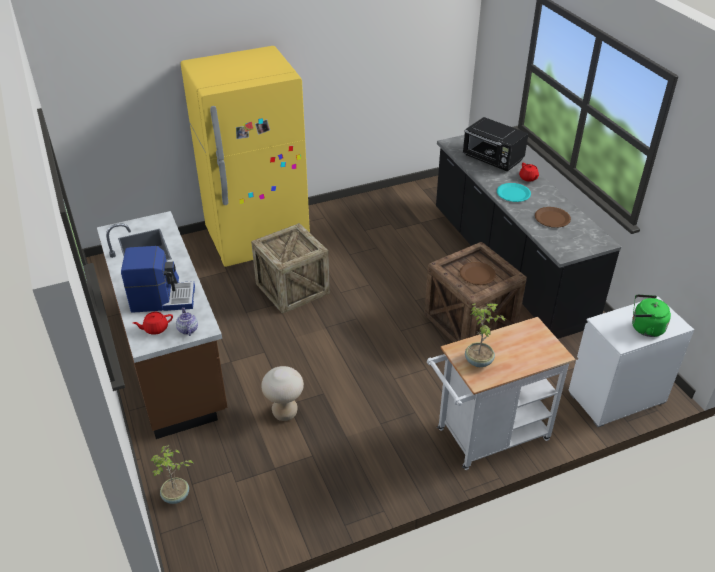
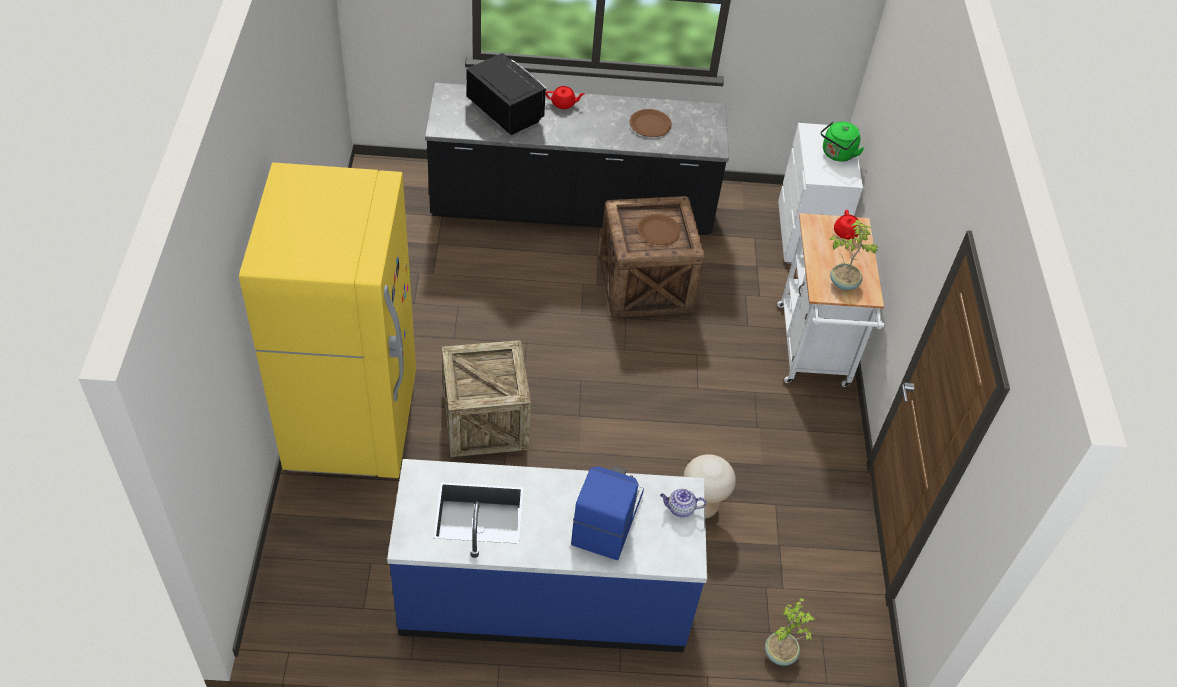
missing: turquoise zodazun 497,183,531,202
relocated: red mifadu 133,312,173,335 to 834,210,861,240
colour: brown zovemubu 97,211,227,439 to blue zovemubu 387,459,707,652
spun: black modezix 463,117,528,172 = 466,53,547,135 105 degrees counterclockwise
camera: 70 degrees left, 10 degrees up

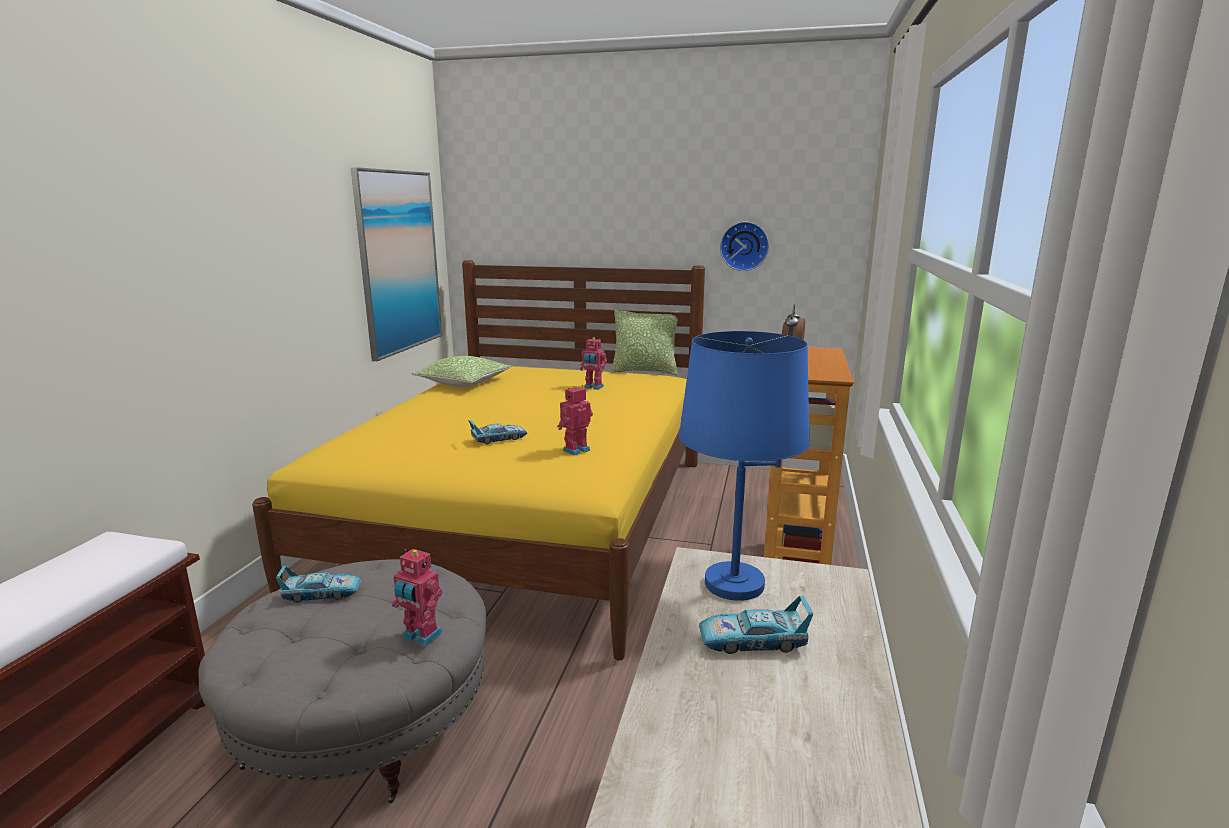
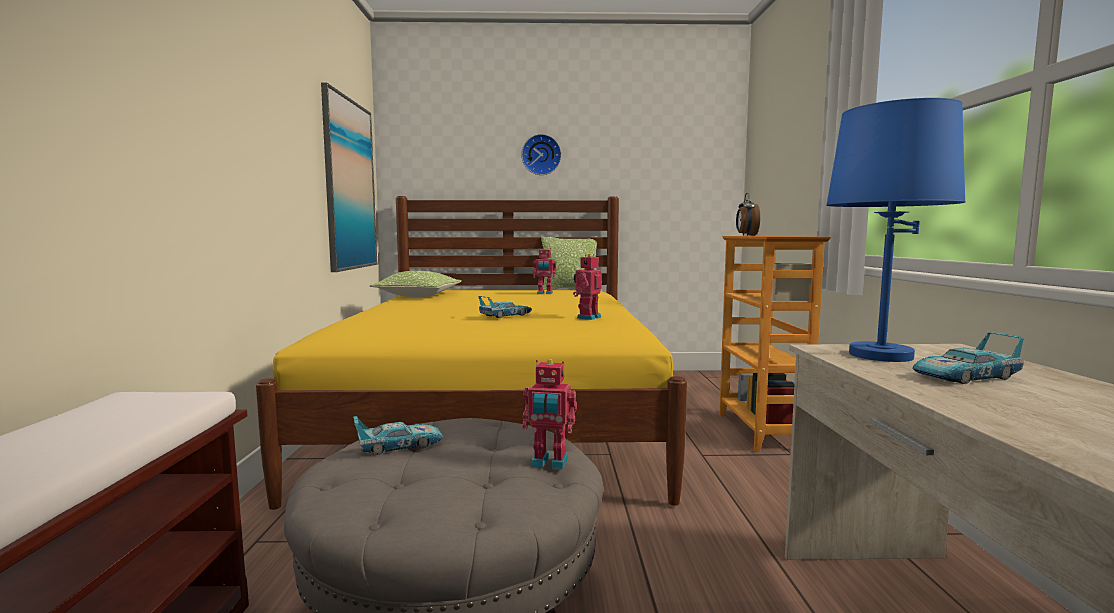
relocated: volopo 720,222,769,271 to 521,134,562,175
camera: 15 degrees left, 10 degrees down

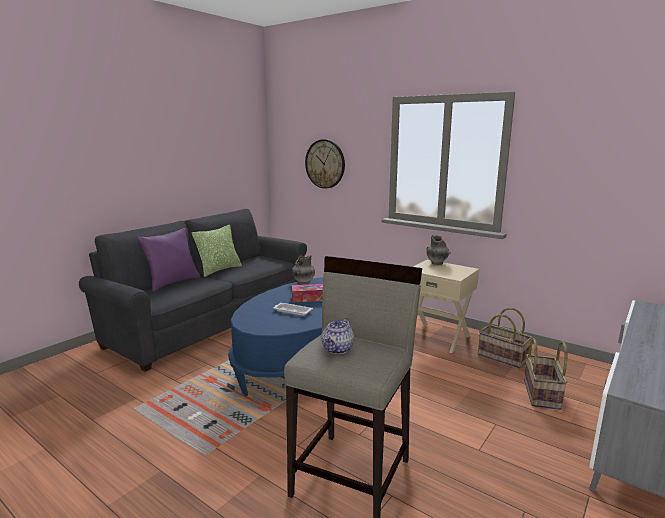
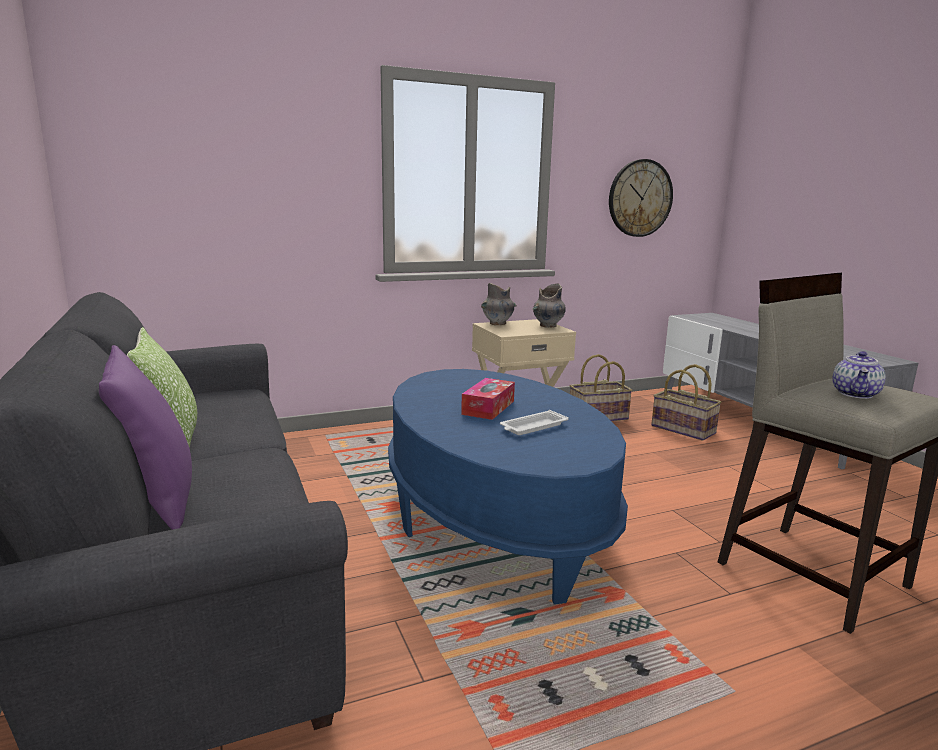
relocated: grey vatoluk 292,255,315,285 to 532,283,566,328; volopo 305,139,345,189 to 609,159,673,237
spun: mifadu 322,318,354,354 = 832,351,886,399 60 degrees clockwise
camera: 60 degrees left, 0 degrees up

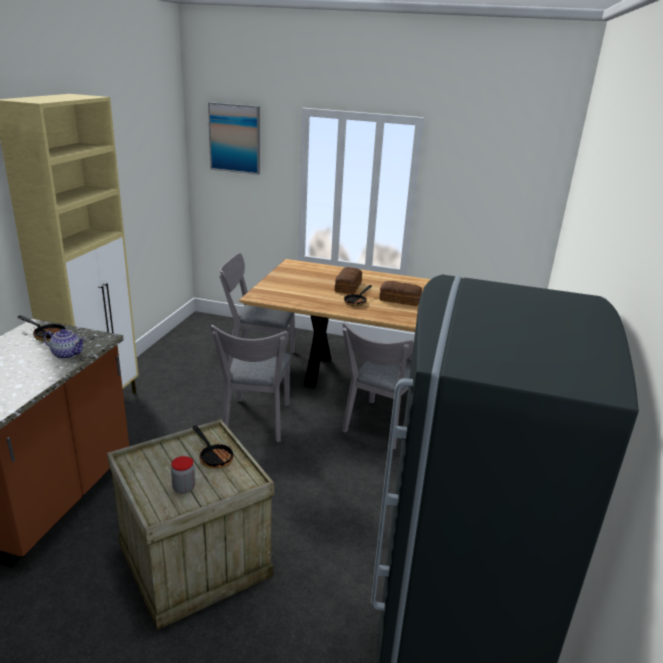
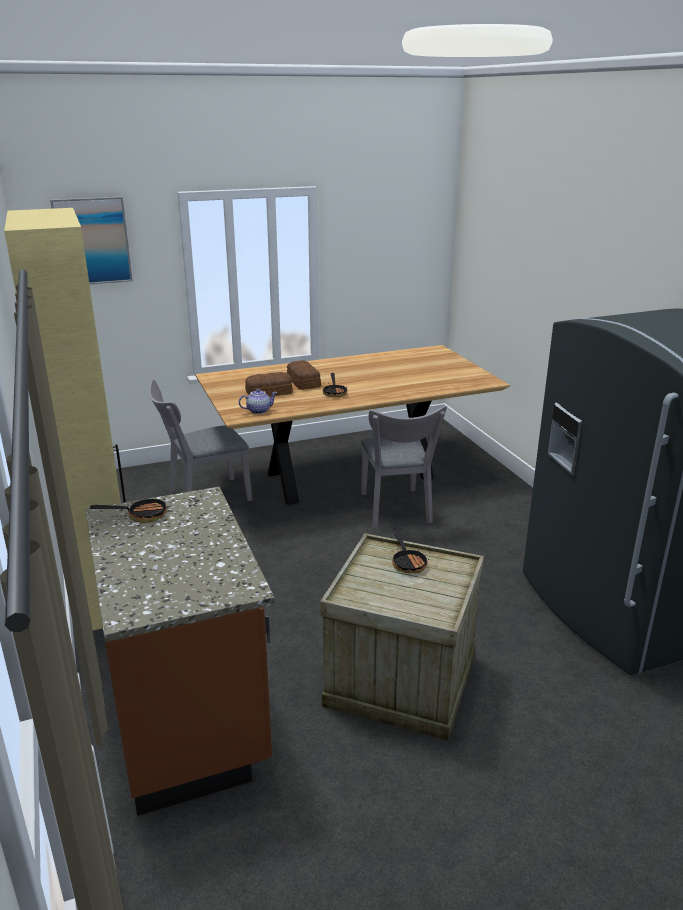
missing: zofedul 171,456,195,494; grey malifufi 211,325,291,442
relocated: mifadu 43,329,86,359 to 239,389,277,414; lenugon 379,281,422,306 to 245,372,293,397
spun: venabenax 193,426,235,469 = 392,528,429,573 60 degrees clockwise
camera: 35 degrees left, 0 degrees up

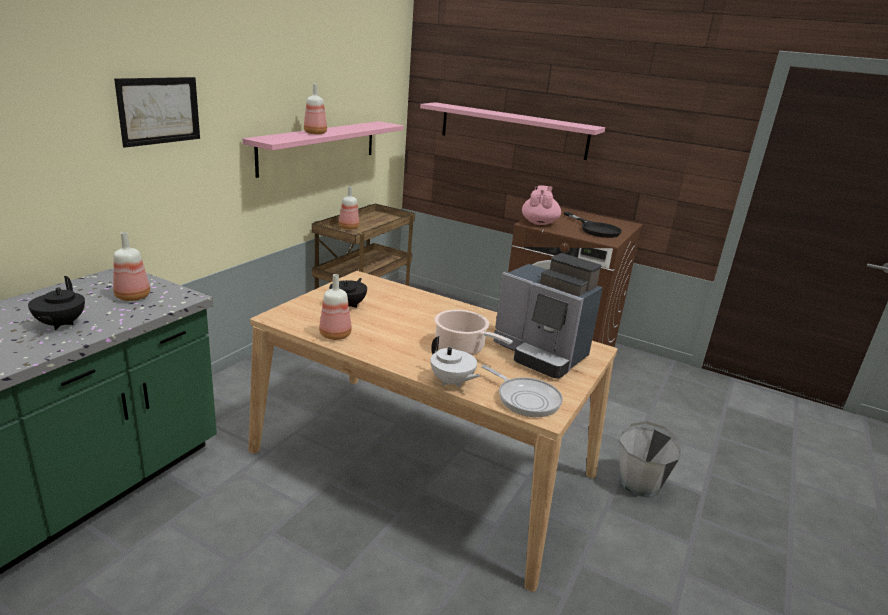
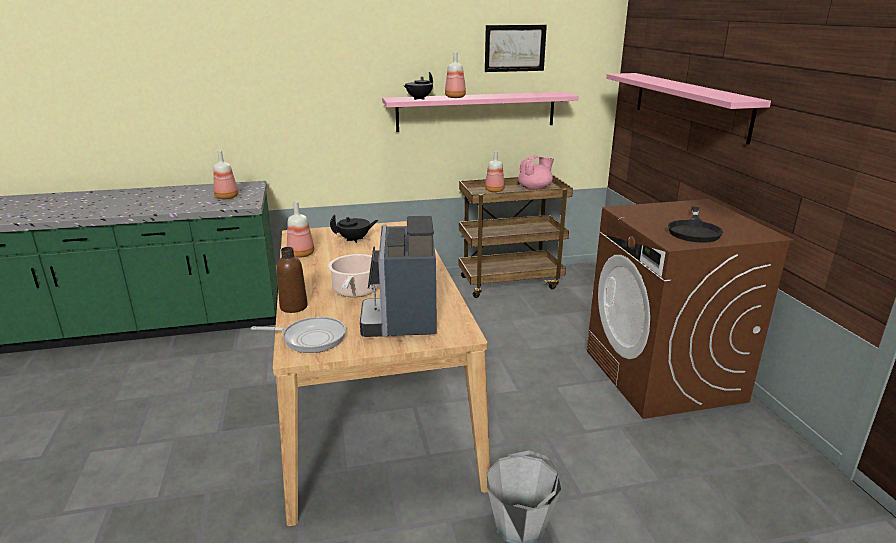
relocated: black mifadu 28,276,85,330 to 404,72,433,100; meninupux 114,77,200,148 to 485,25,547,72; pink mifadu 522,186,561,225 to 518,155,554,190
exchanged: white mifadu 431,336,480,387 to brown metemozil 276,247,308,313
spun: venabenax 481,365,563,417 = 251,317,346,353 90 degrees counterclockwise
camera: 50 degrees right, 0 degrees up

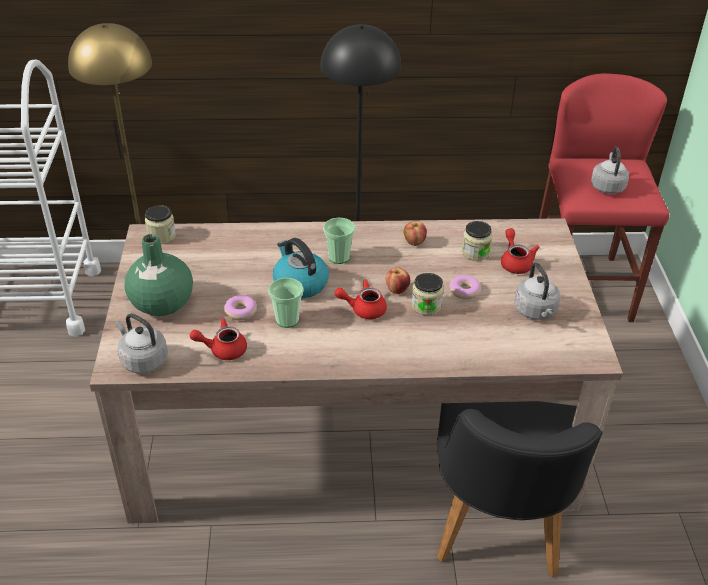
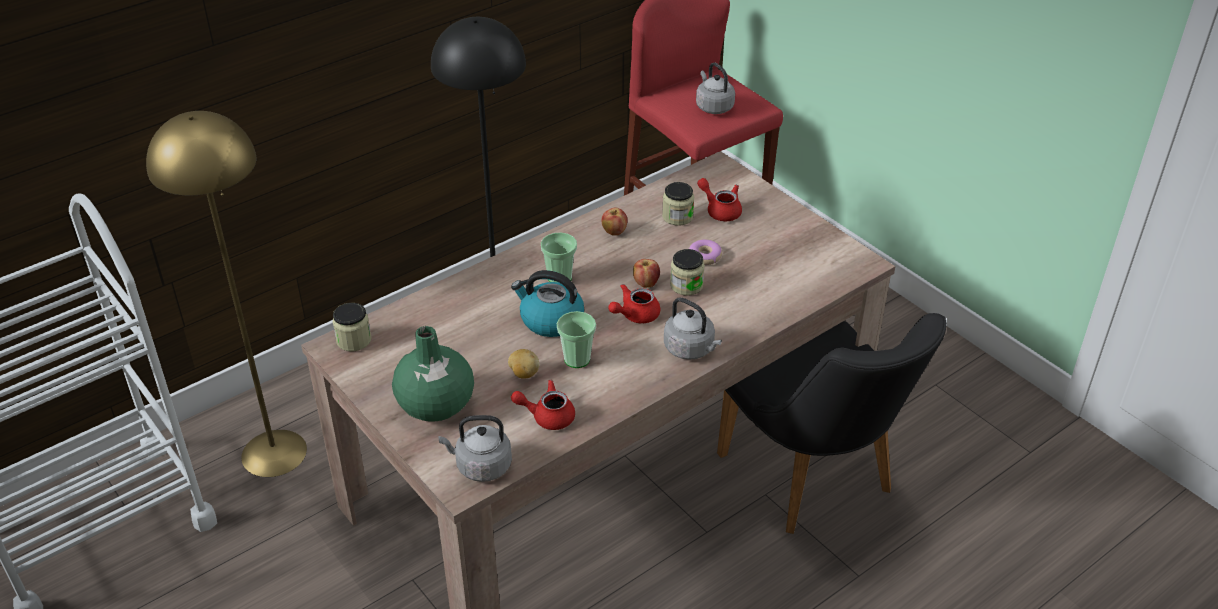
relocated: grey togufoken 514,262,560,320 to 664,297,722,360
exchanged: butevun 224,295,257,320 to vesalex 508,349,540,379
spun: red mifadu 190,318,247,360 = 511,380,575,430 45 degrees clockwise
camera: 35 degrees left, 0 degrees up

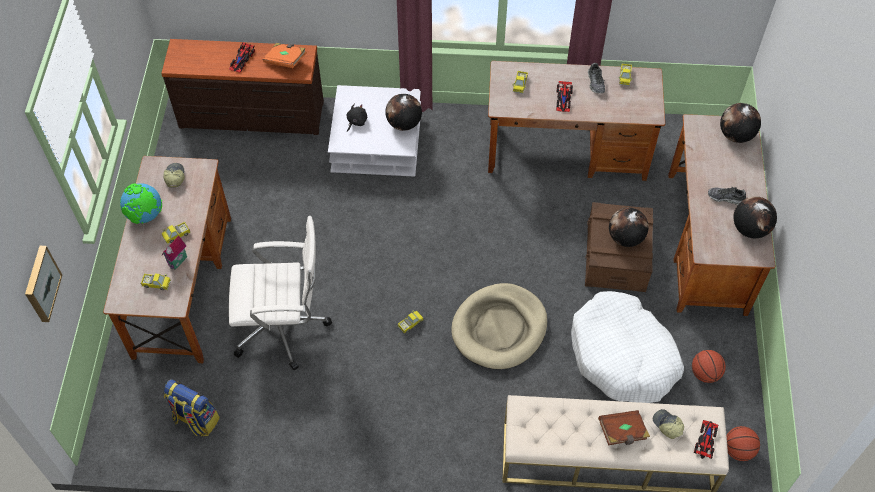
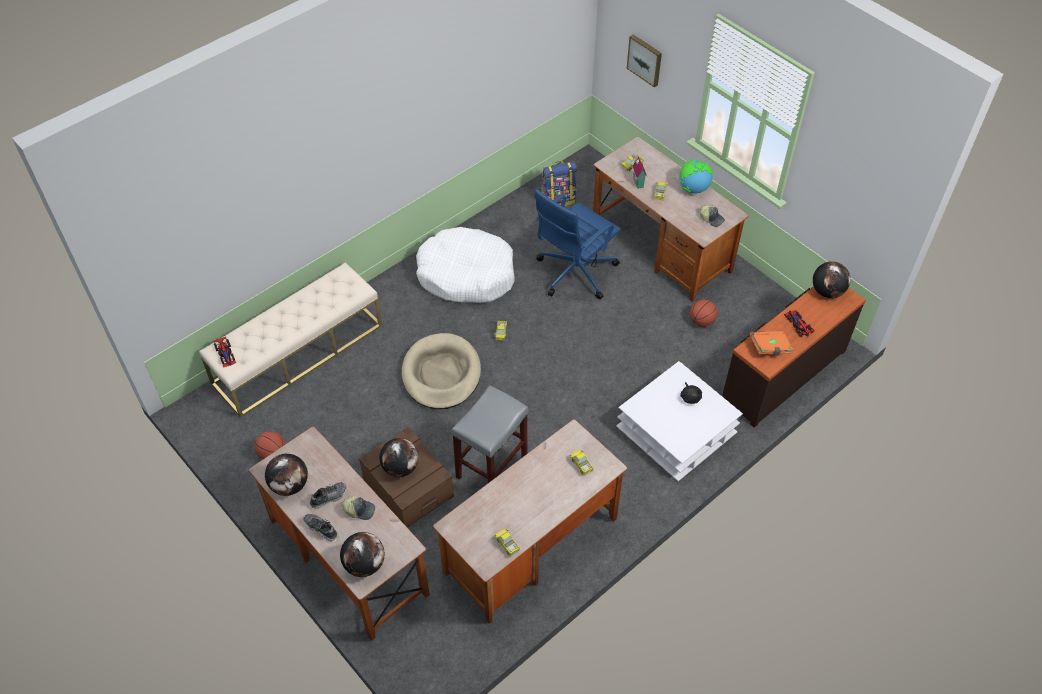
missing: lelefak 556,81,573,112; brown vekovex 598,410,650,445
appeared: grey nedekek 451,385,528,483
relocated: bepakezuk 588,63,605,93 to 303,514,338,541; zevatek 653,409,684,439 to 341,496,375,520; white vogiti 571,291,684,403 to 416,227,515,303; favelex 726,426,760,461 to 690,299,717,327; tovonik 385,94,422,131 to 813,261,851,298
colour: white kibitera 229,216,332,371 to blue kibitera 534,189,621,299
camera: 135 degrees right, 5 degrees down

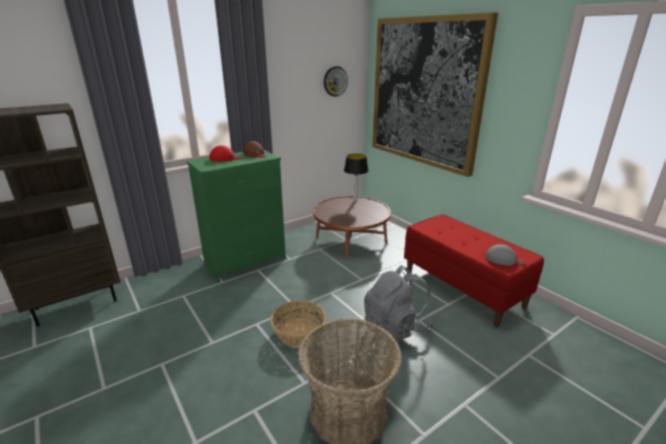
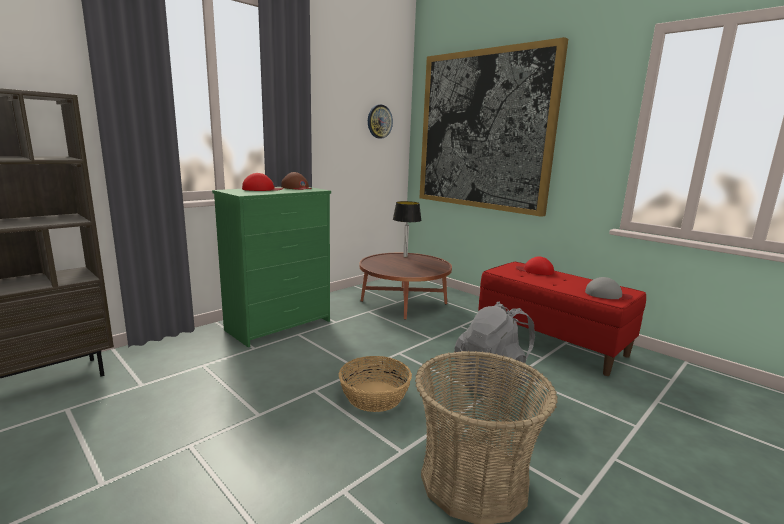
appeared: red zevatek 516,257,554,275
camera: 10 degrees left, 10 degrees down

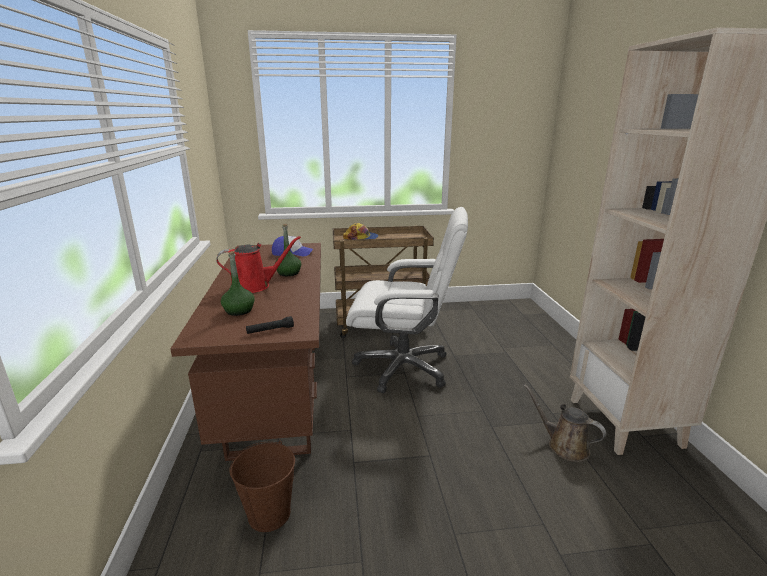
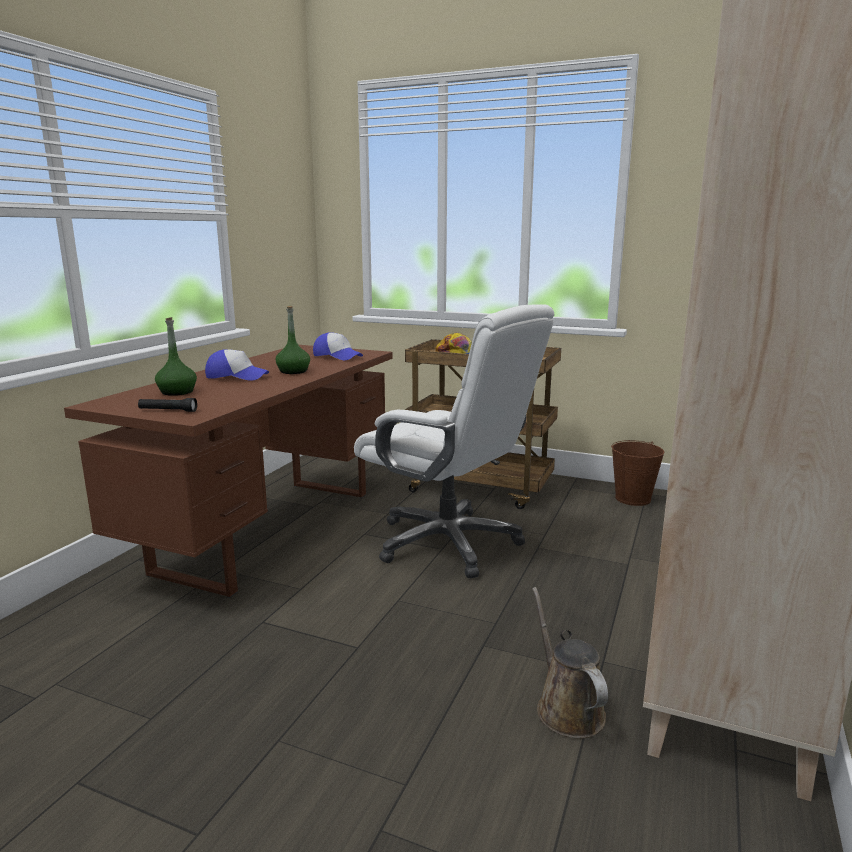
relocated: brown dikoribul 229,441,295,532 to 611,440,664,506
exchanged: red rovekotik 216,236,301,293 to zevatek 205,349,269,381
camera: 30 degrees right, 5 degrees down

